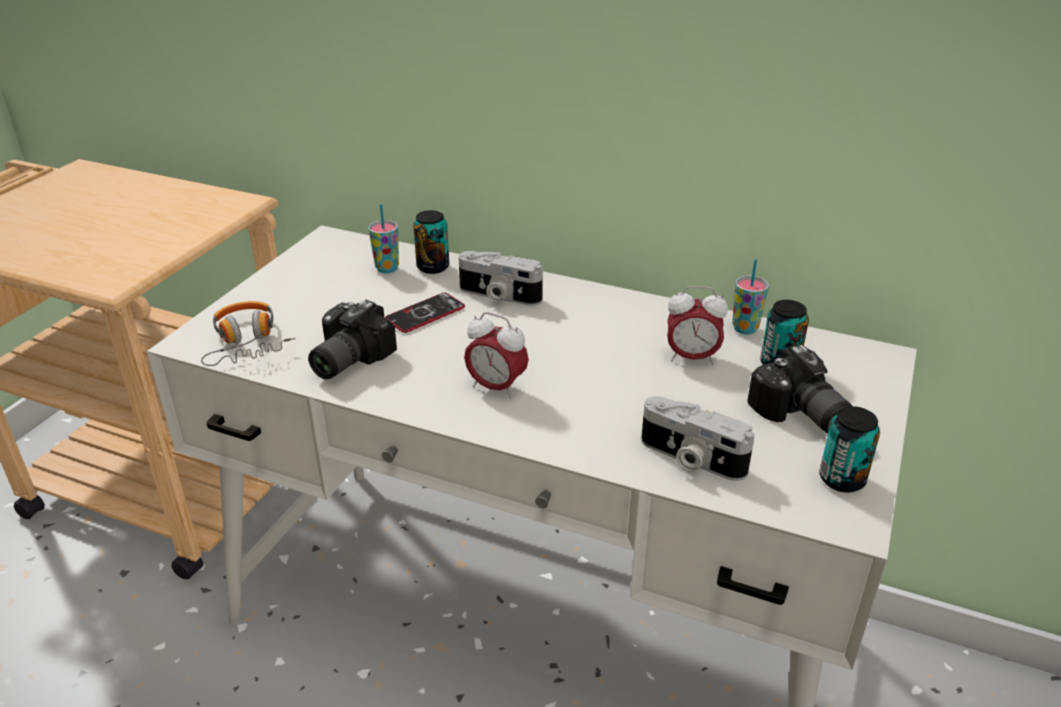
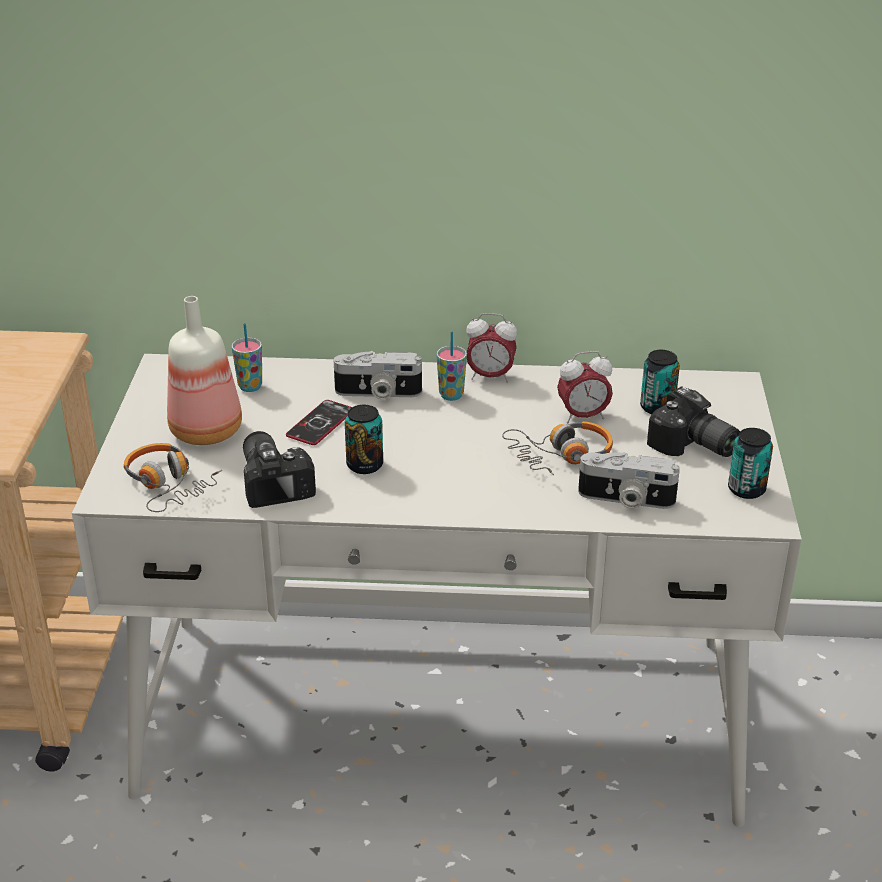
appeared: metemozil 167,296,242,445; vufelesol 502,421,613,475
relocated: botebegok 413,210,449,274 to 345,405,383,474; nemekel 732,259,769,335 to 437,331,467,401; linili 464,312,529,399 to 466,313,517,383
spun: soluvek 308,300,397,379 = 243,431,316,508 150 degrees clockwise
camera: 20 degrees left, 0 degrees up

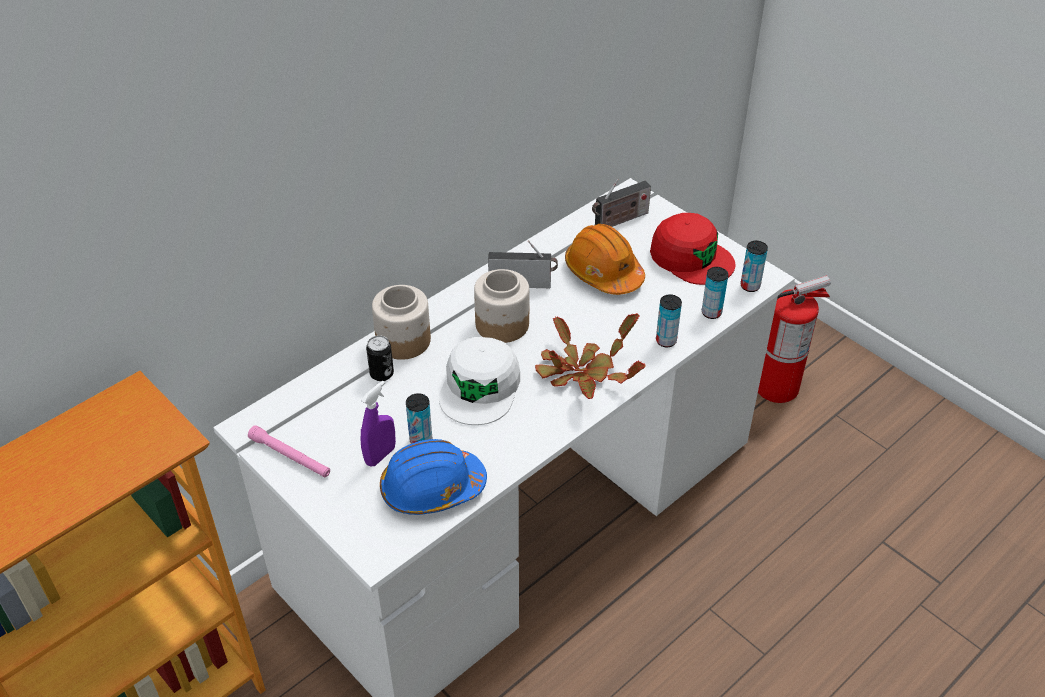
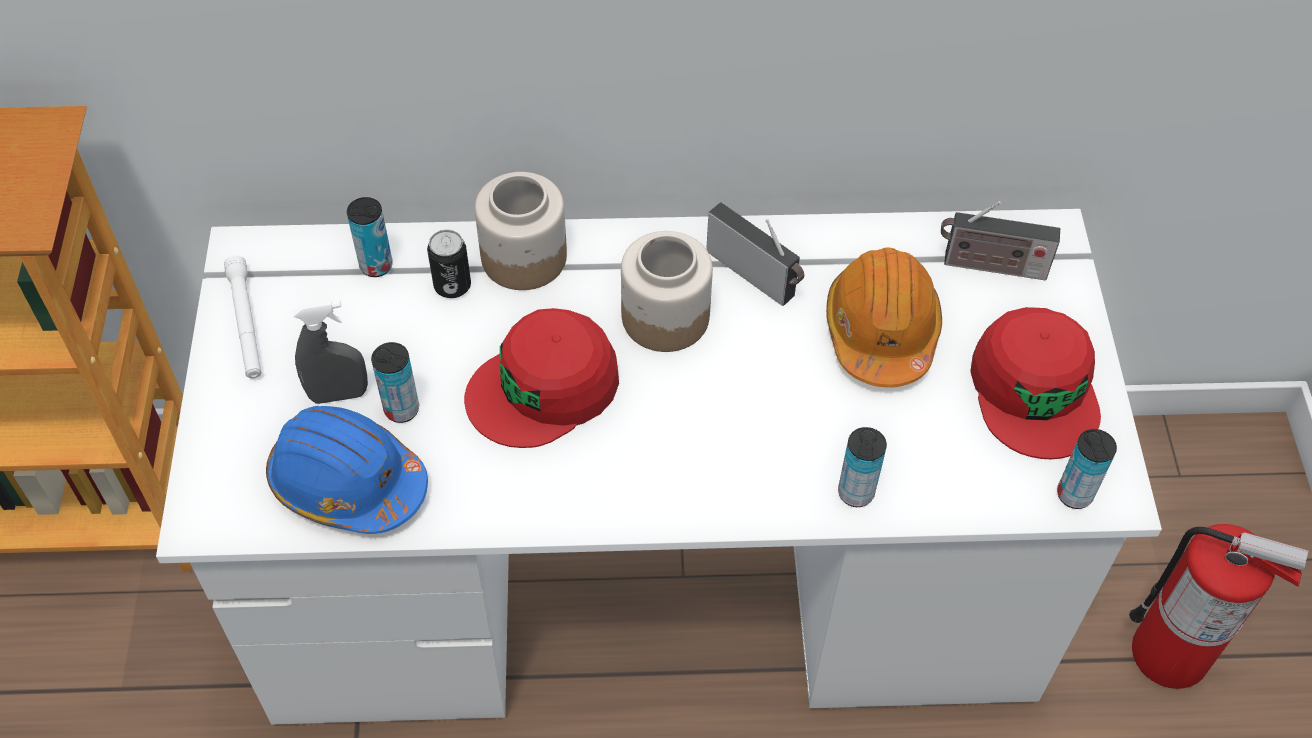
missing: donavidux 535,313,646,399
relocated: botebegok 702,267,728,319 to 347,197,393,277
colour: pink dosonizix 248,425,330,478 to white dosonizix 224,255,262,378; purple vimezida 361,381,396,467 to grey vimezida 293,301,368,404; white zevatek 439,337,520,425 to red zevatek 464,308,619,448
camera: 40 degrees right, 10 degrees up

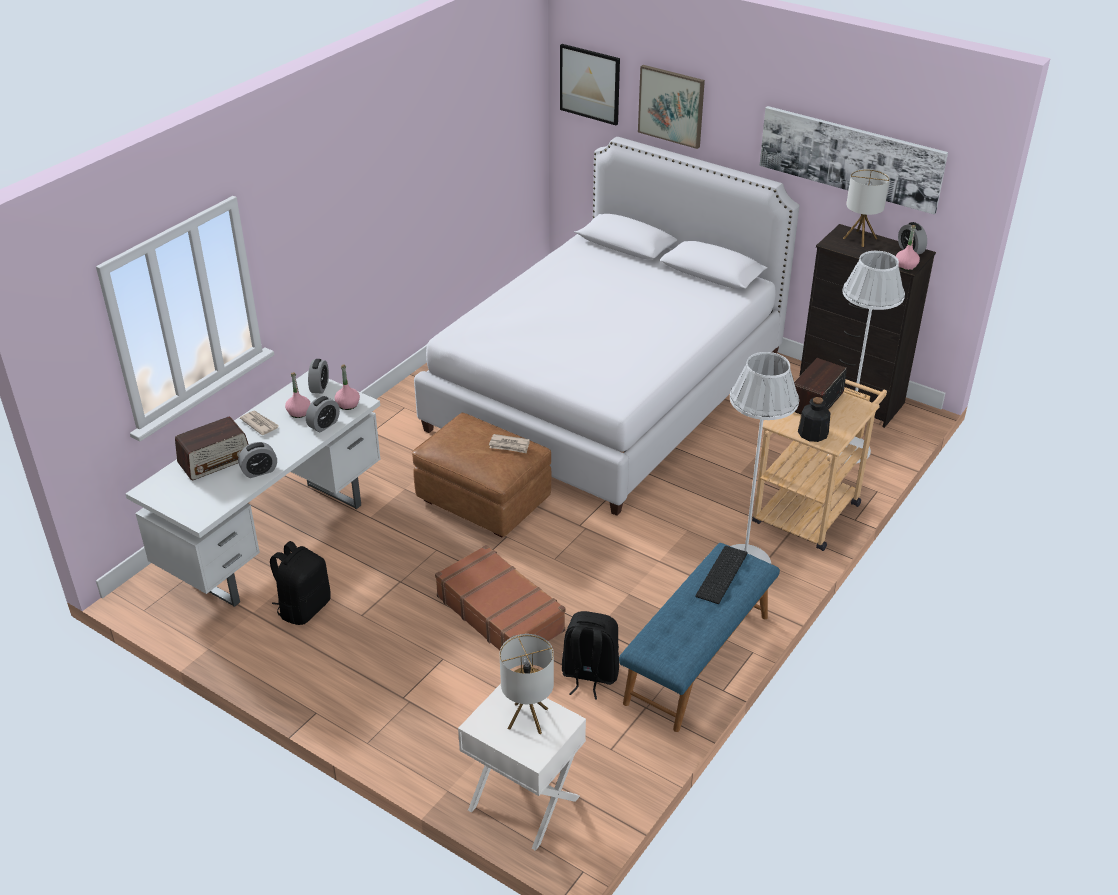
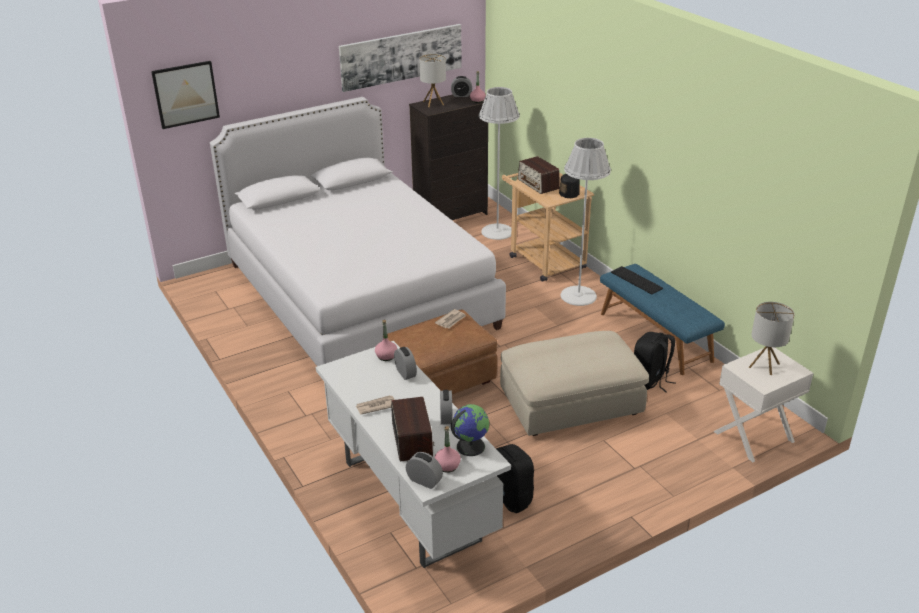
missing: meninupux 638,65,705,149
appeared: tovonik 451,404,489,456
relocated: linili 308,359,329,394 to 406,452,443,489; pink metemozil 285,372,311,418 to 435,426,461,473
exchanged: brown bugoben 435,545,566,650 to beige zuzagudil 500,331,649,436
camera: 65 degrees left, 5 degrees down

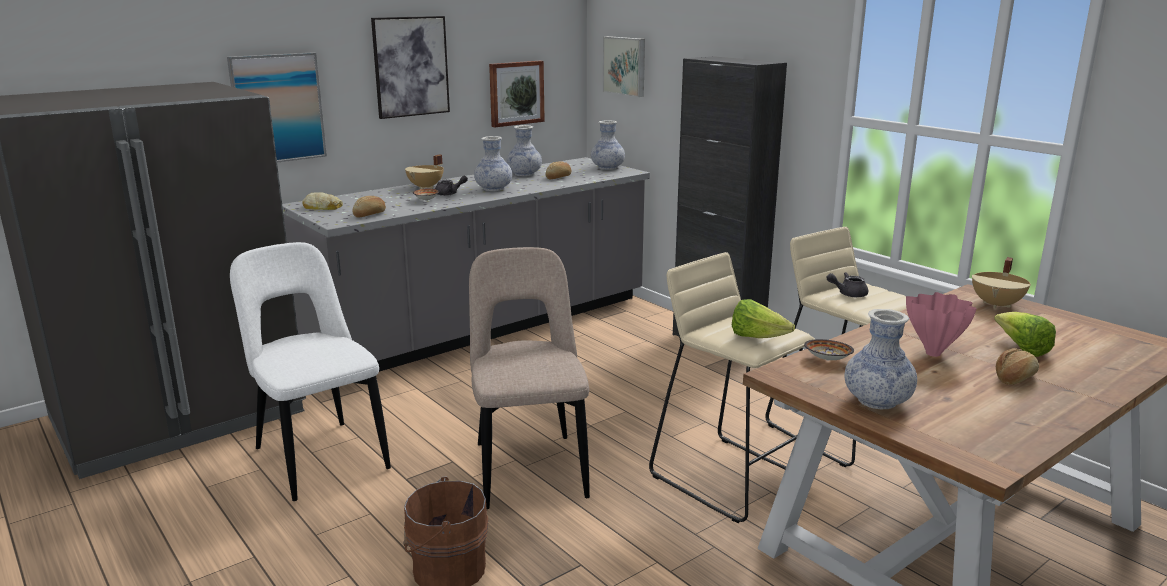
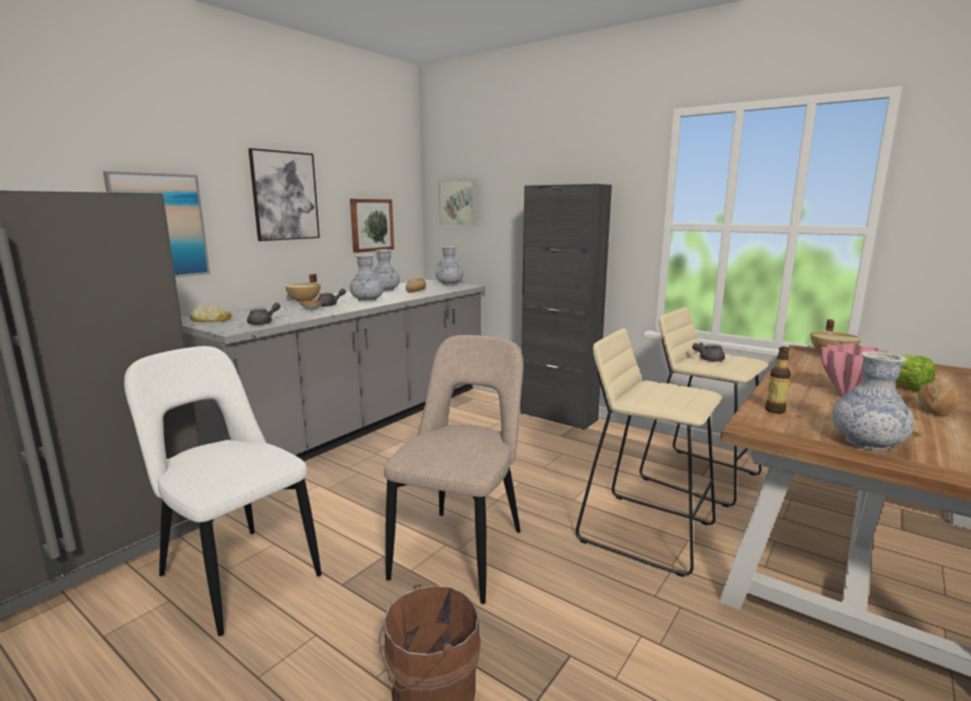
missing: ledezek 732,299,795,338
exchanged: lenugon 353,196,386,218 to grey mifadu 247,302,281,325; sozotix 804,339,854,360 to metemozil 765,347,791,414
spun: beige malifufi 469,247,590,509 = 384,335,524,604 45 degrees clockwise
camera: 15 degrees left, 5 degrees down

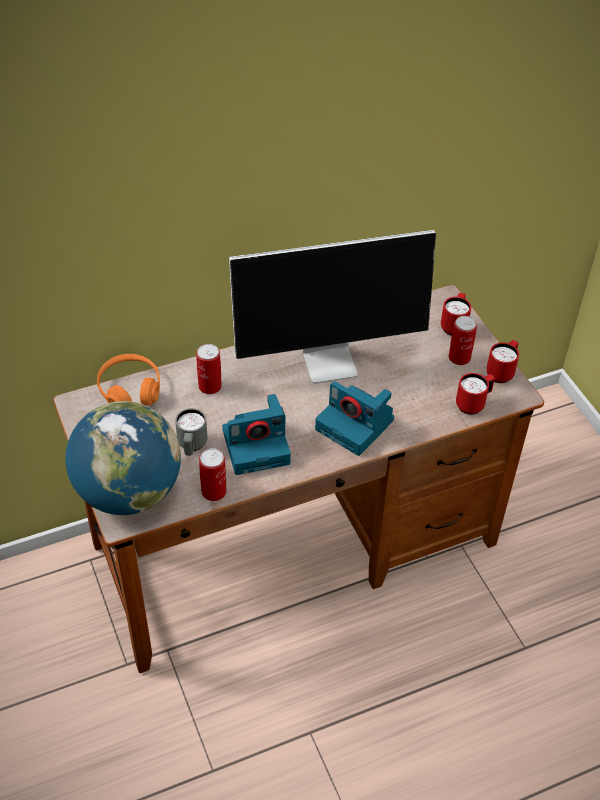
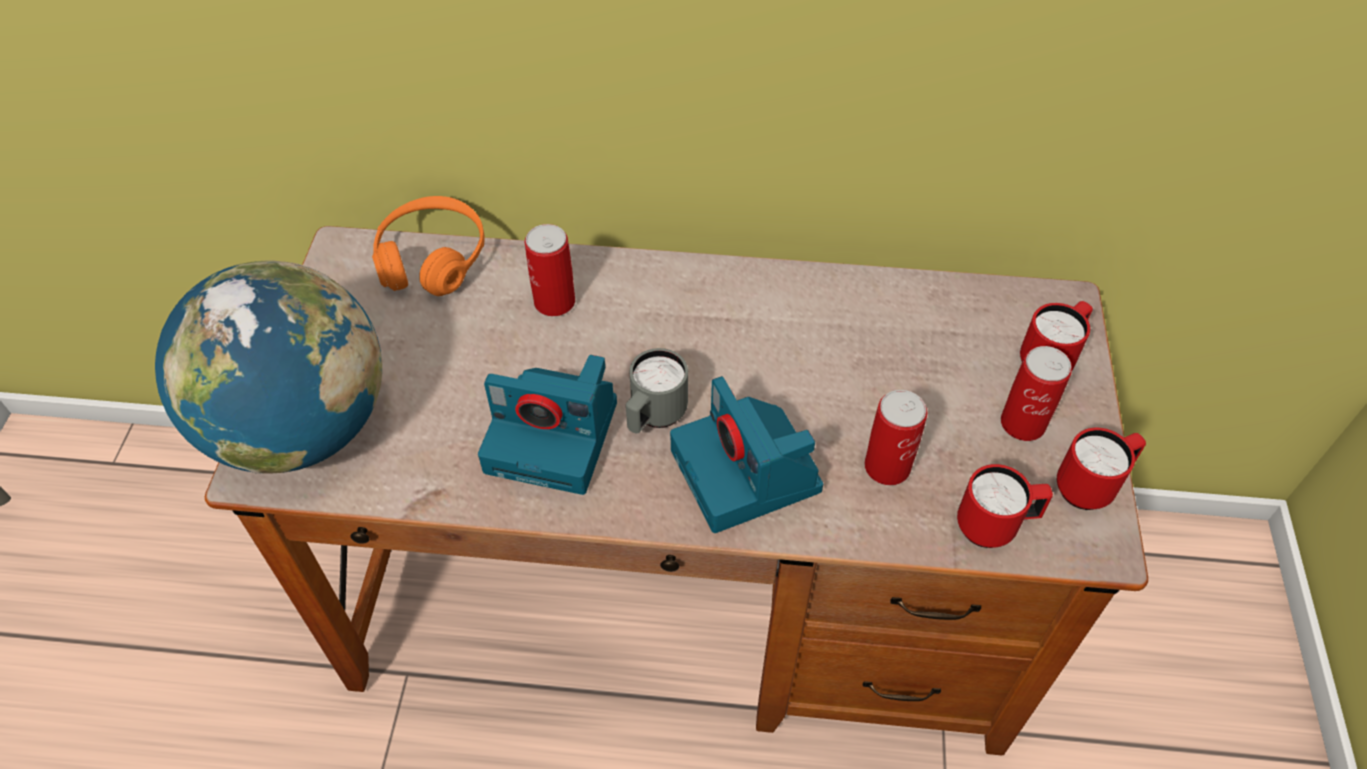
missing: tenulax 229,230,436,384
relocated: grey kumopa 175,408,207,456 to 626,348,688,433; botebegok 199,448,227,501 to 864,390,927,485
camera: 30 degrees right, 5 degrees up

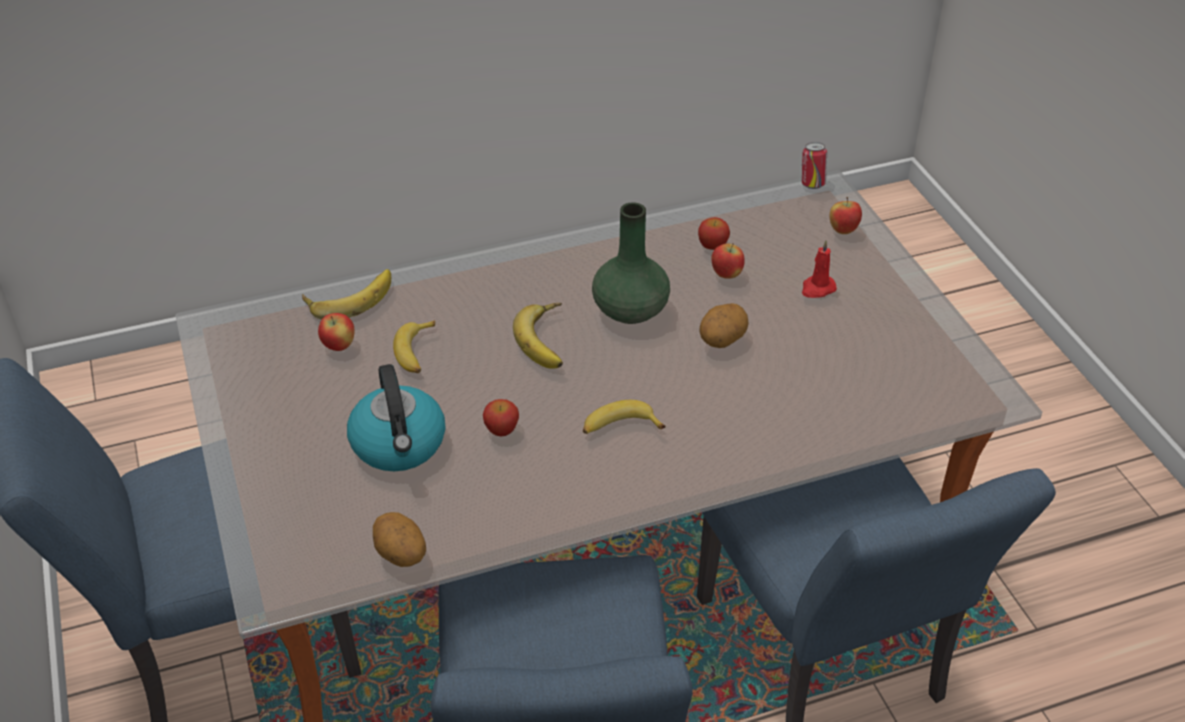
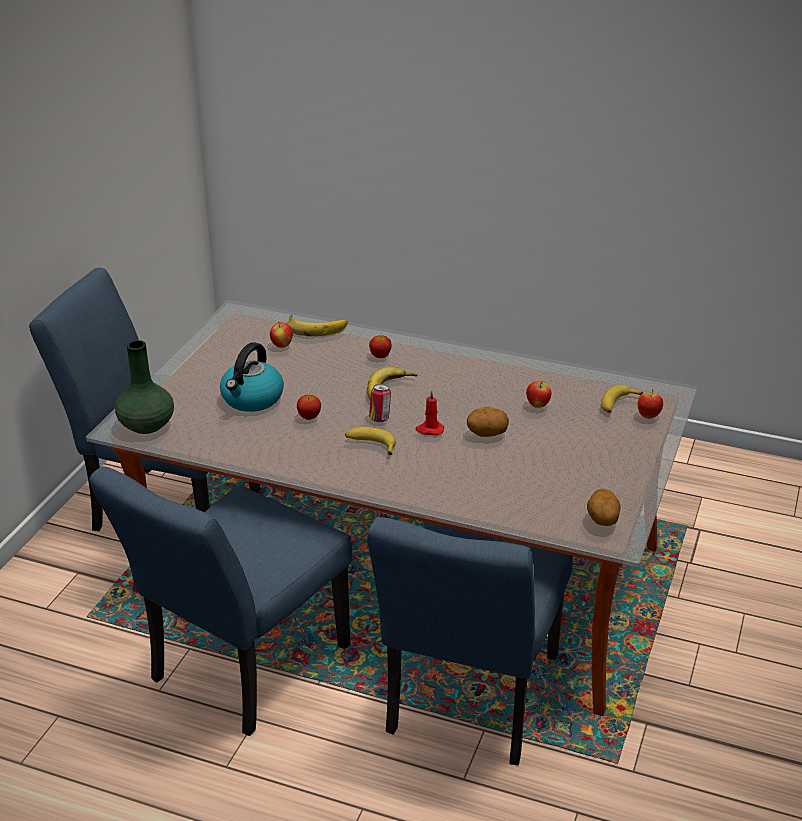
relocated: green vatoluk 592,202,670,324 to 115,340,174,434; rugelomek 698,217,730,250 to 369,335,392,358; botebegok 802,142,827,189 to 369,384,391,422; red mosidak 802,240,837,298 to 416,390,444,435; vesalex 373,512,426,567 to 587,489,620,526; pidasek 393,320,435,373 to 601,385,643,413
camera: 40 degrees right, 10 degrees down

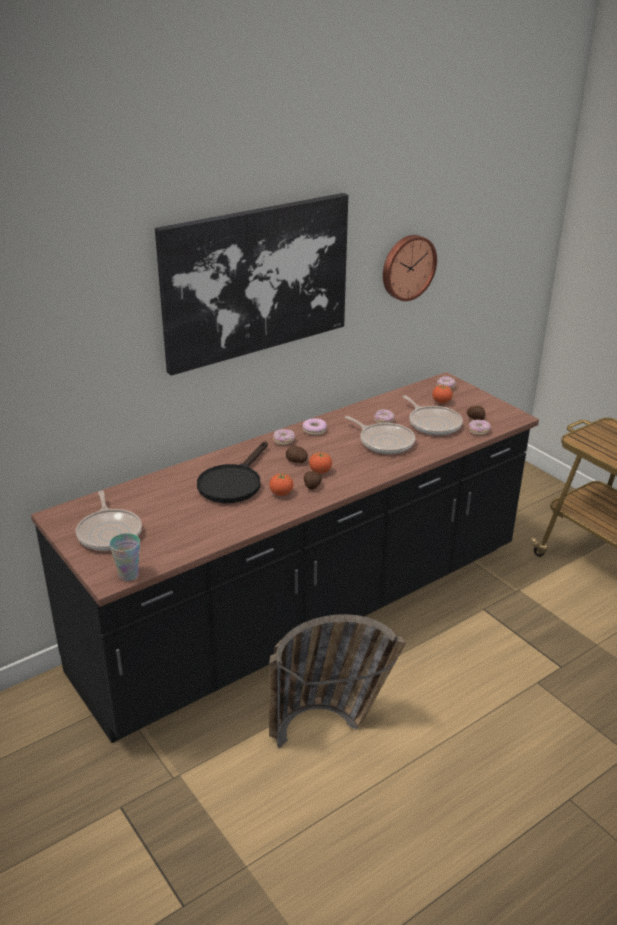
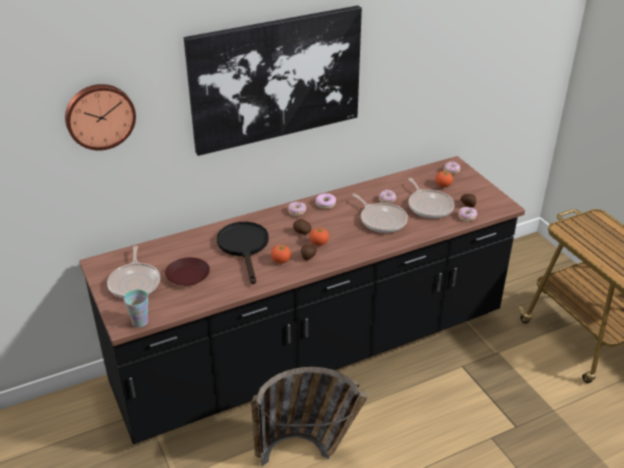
appeared: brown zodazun 165,257,210,286
relocated: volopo 383,235,437,301 to 65,84,136,151
spun: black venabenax 197,441,268,503 = 217,222,269,284 135 degrees clockwise
camera: 10 degrees right, 5 degrees up

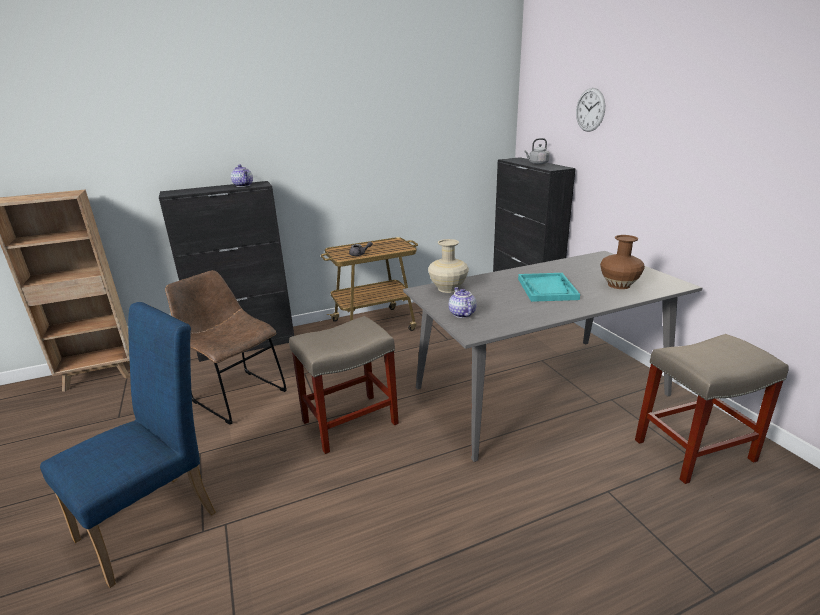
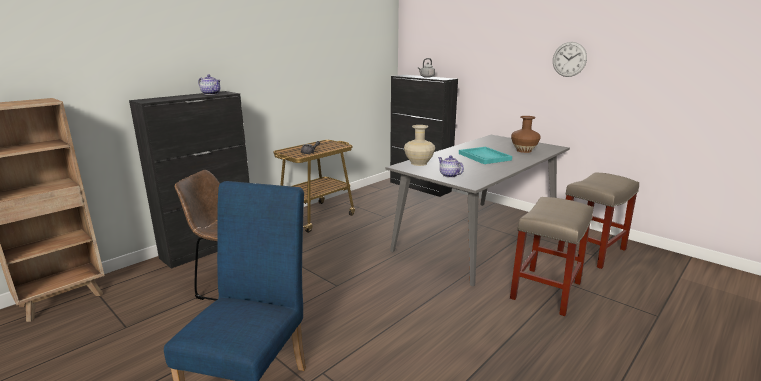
relocated: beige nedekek 289,316,399,454 to 510,197,593,316; volopo 576,88,605,132 to 553,42,587,77
camera: 25 degrees left, 5 degrees down

